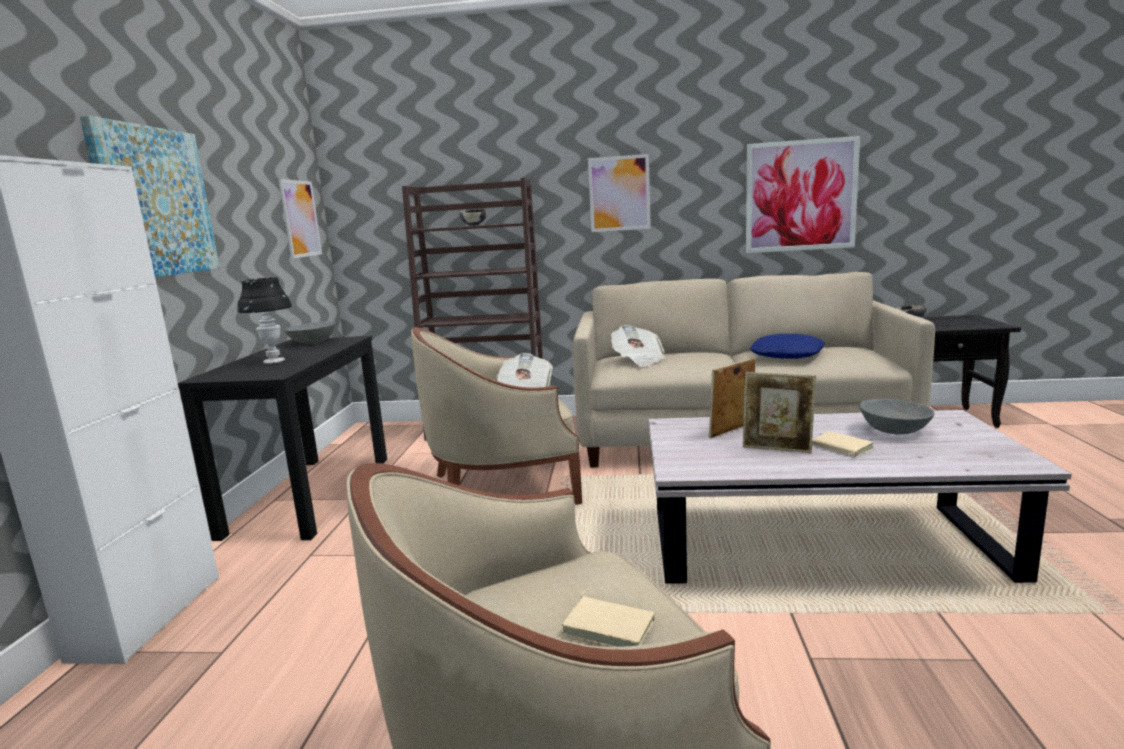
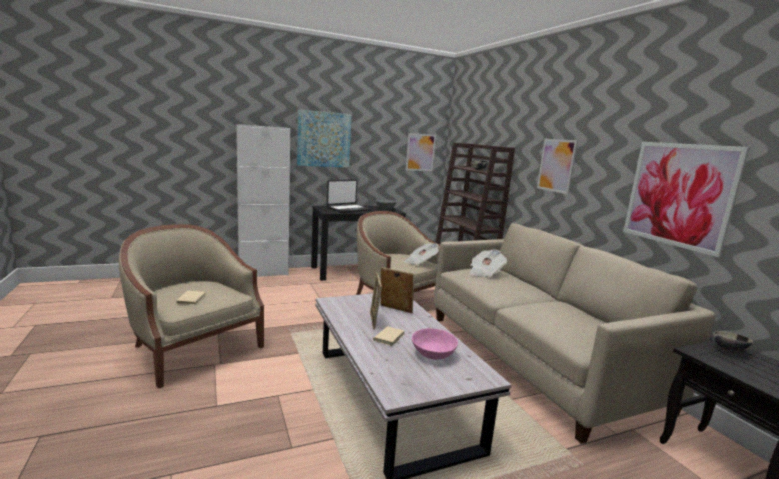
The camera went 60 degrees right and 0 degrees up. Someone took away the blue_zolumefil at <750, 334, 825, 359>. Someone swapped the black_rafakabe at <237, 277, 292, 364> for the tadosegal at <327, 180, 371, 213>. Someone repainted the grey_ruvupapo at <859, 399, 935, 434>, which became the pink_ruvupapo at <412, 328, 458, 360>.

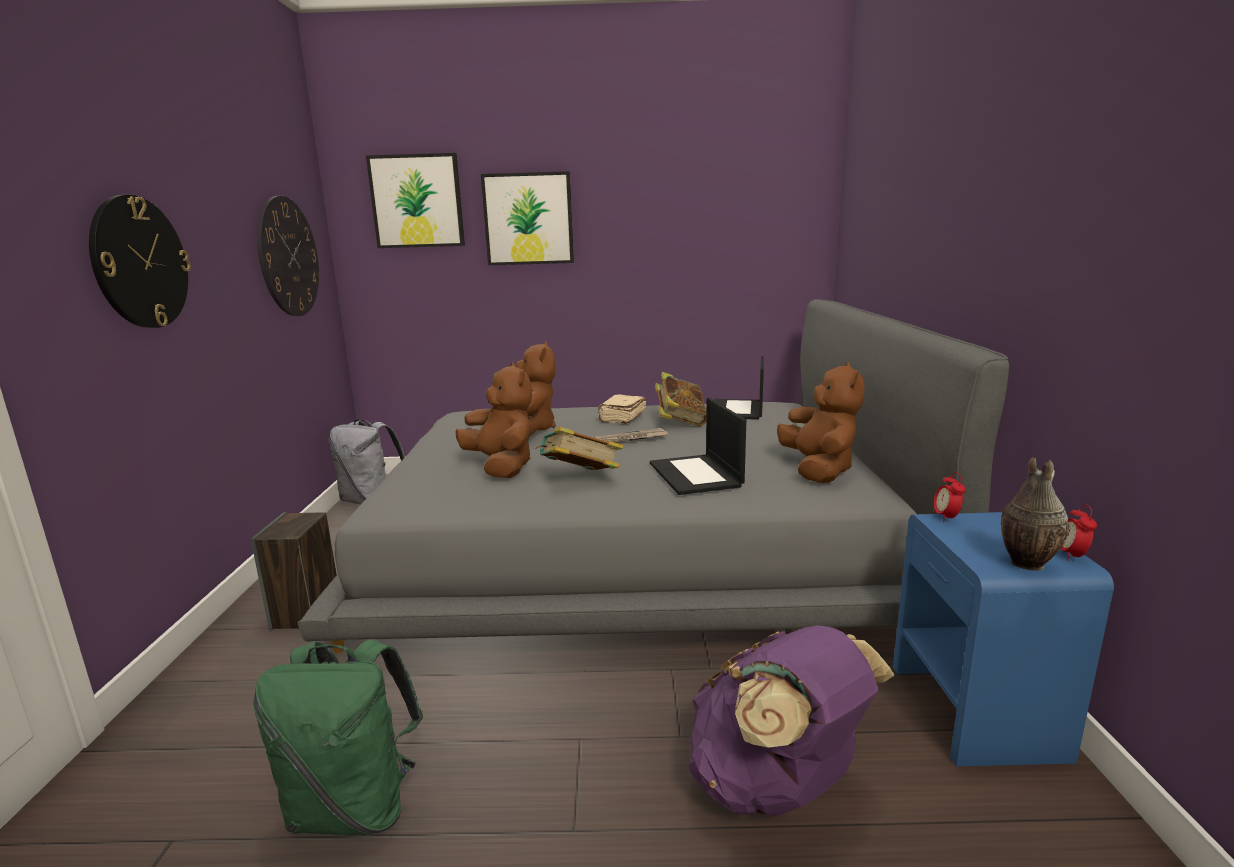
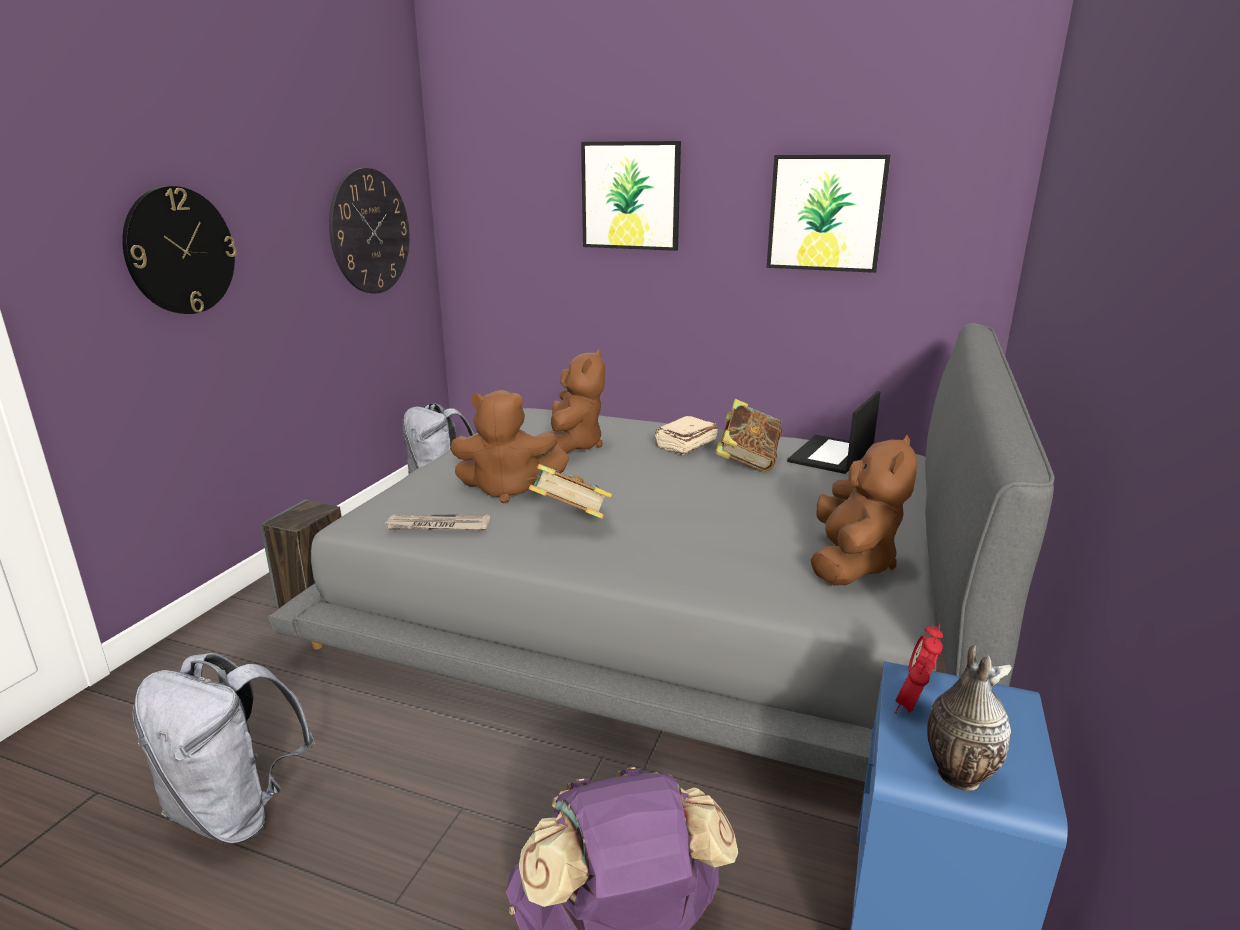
The camera went 20 degrees right and 5 degrees up. Someone took away the tadosegal at <650, 398, 746, 495>. Someone carried the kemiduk from <366, 153, 465, 248> to <767, 155, 891, 273>. Someone carried the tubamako from <594, 428, 668, 443> to <384, 514, 490, 530>. Someone carried the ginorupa from <1061, 505, 1097, 561> to <894, 653, 935, 714>. Someone repainted the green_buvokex at <253, 639, 423, 835>, which became the grey_buvokex at <132, 653, 315, 844>. Someone rotated the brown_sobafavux at <455, 362, 532, 478> by 105 degrees clockwise.

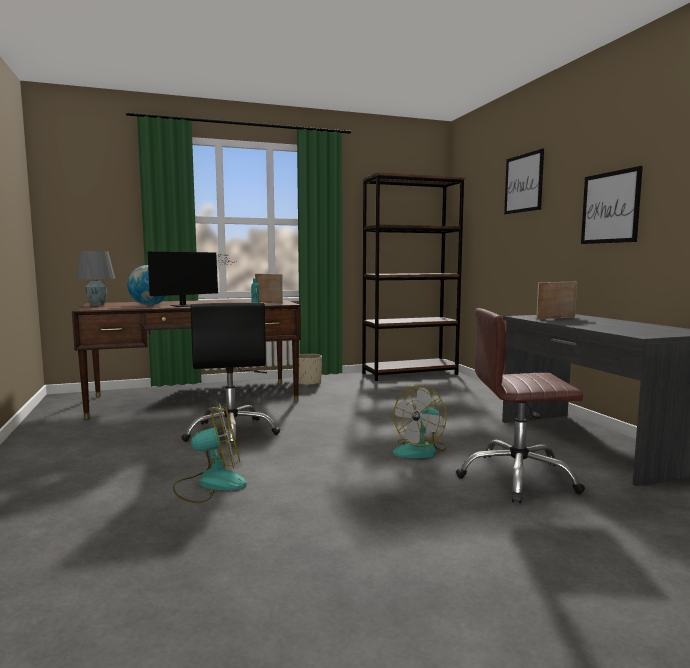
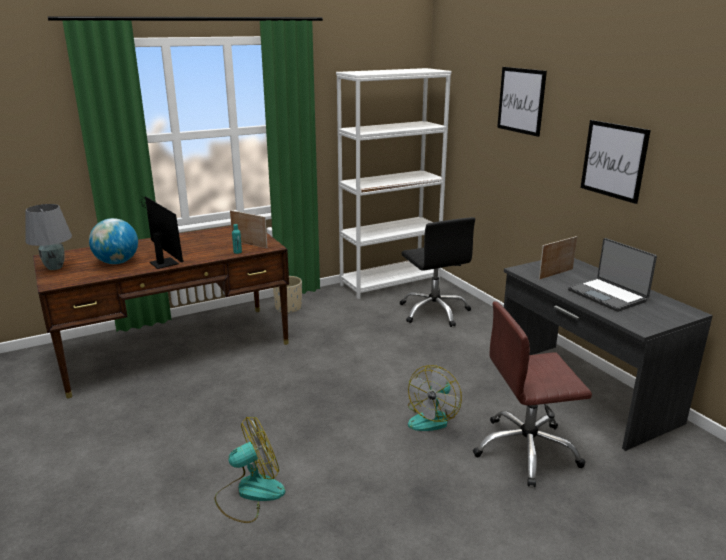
The camera went 10 degrees left and 15 degrees up. Someone put down the tadosegal at <568, 238, 657, 312>. Someone carried the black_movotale from <181, 303, 280, 447> to <400, 217, 475, 327>. Someone repainted the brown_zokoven at <362, 172, 465, 381>, which became the white_zokoven at <336, 68, 452, 299>. Someone rotated the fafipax at <148, 252, 237, 307> by 75 degrees counterclockwise.

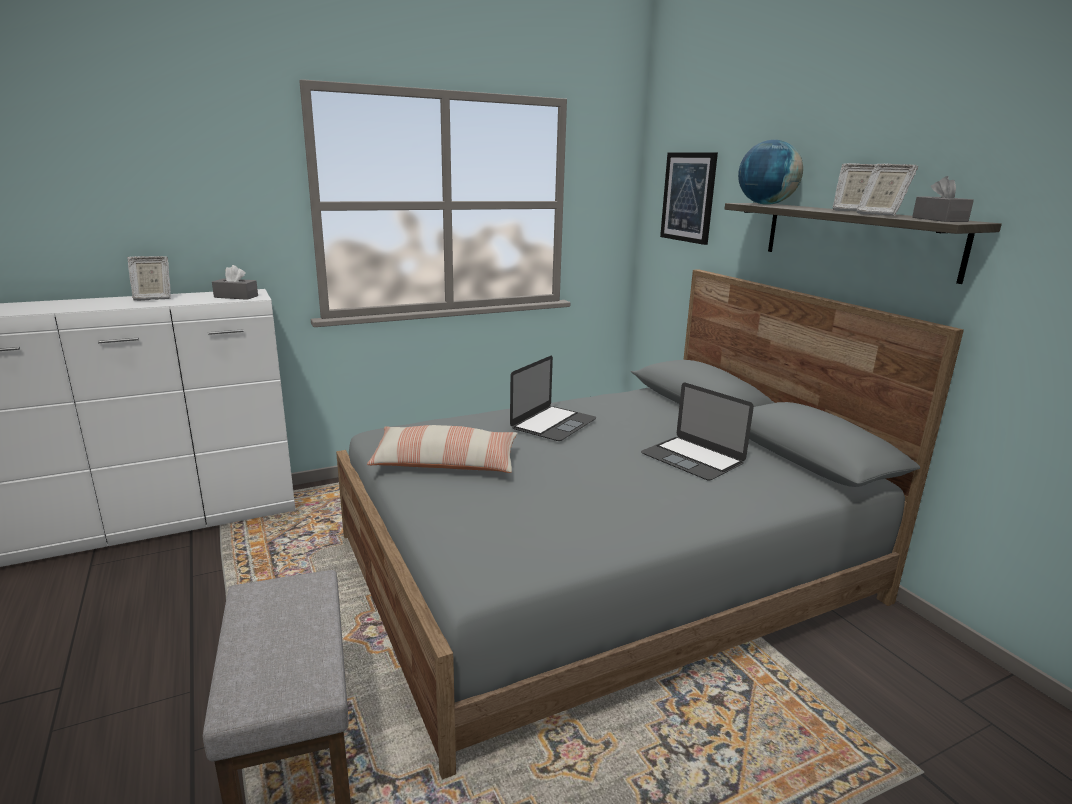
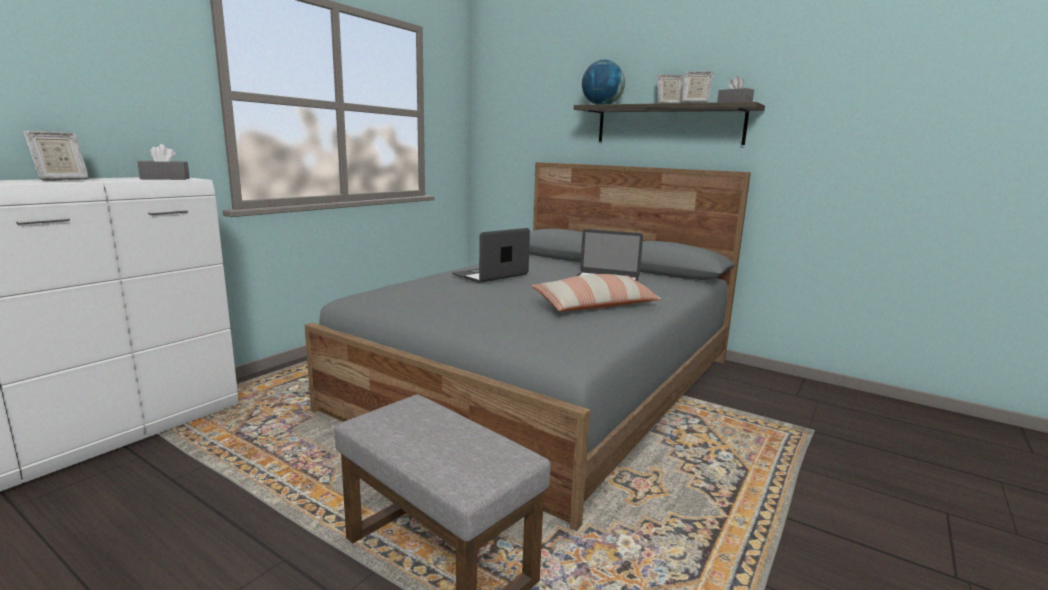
The camera went 30 degrees left and 5 degrees down. Someone took away the kemiduk at <660, 152, 718, 245>. Someone carried the zolumefil from <367, 425, 518, 473> to <531, 274, 661, 311>. Someone rotated the tadosegal at <510, 356, 597, 441> by 135 degrees counterclockwise.

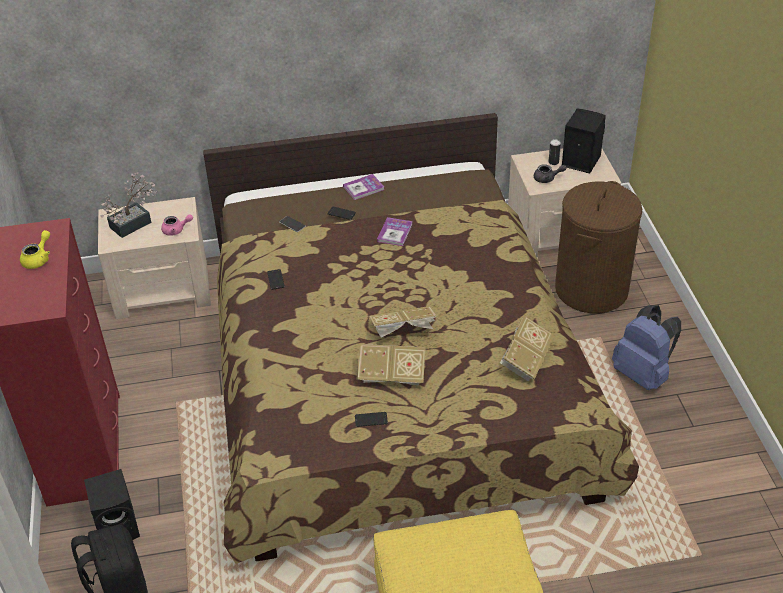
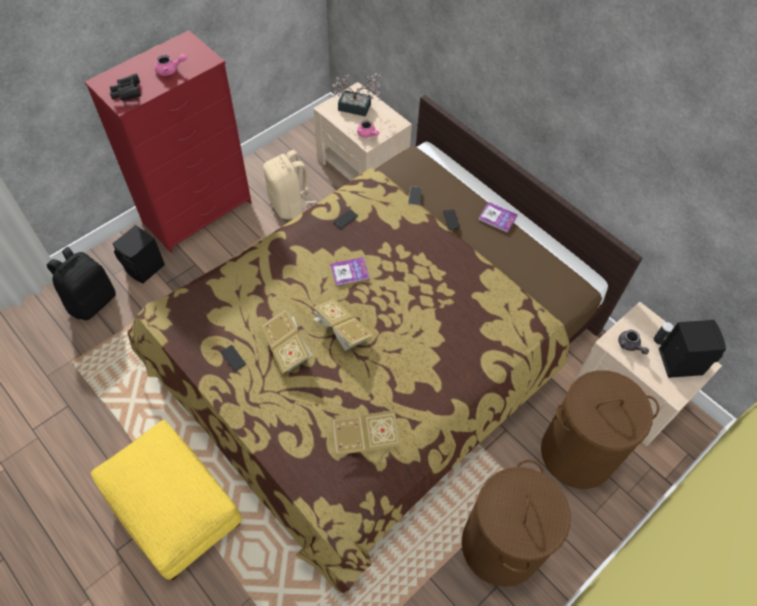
The camera went 55 degrees right and 15 degrees up. Someone put down the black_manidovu at <110, 74, 141, 101>. Someone put down the beige_buvokex at <263, 150, 316, 219>. Someone carried the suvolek from <377, 217, 413, 246> to <330, 257, 370, 286>. Someone swapped the blue_buvokex at <612, 305, 681, 390> for the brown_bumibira at <462, 460, 571, 587>. Someone repainted the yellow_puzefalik at <20, 230, 50, 269>, which became the pink_puzefalik at <155, 54, 187, 76>.

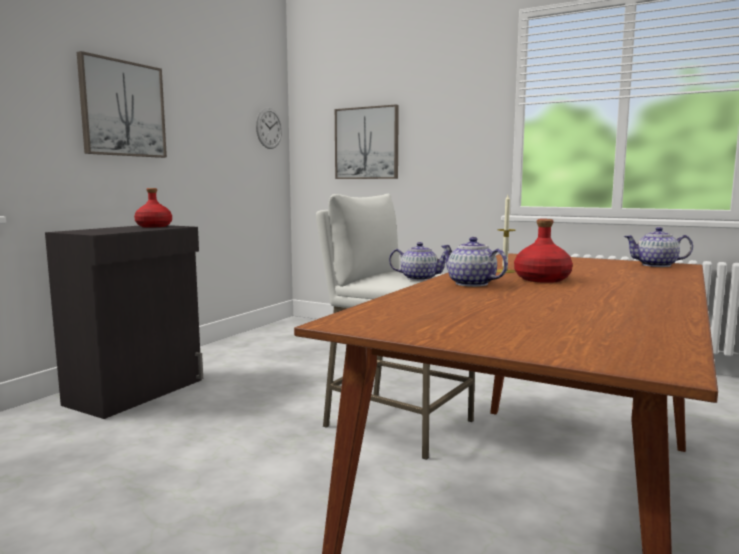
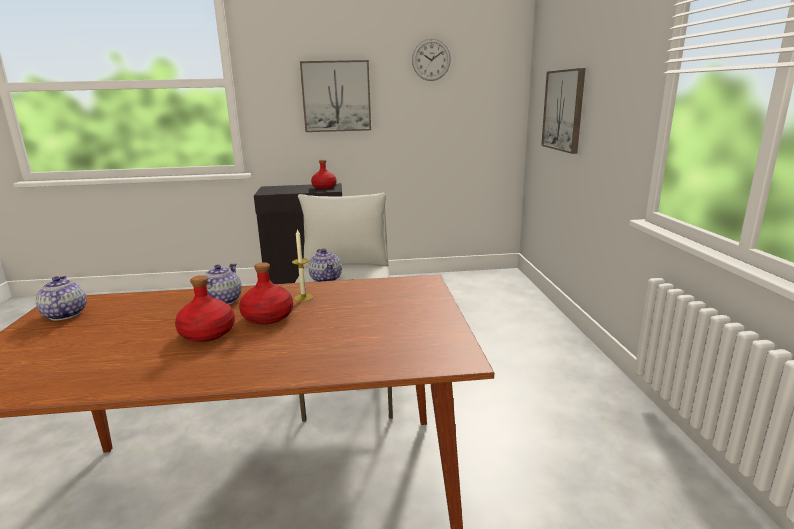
The camera went 55 degrees right and 10 degrees up. Someone put down the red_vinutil at <175, 275, 235, 342>. Someone carried the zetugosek from <256, 108, 282, 149> to <412, 39, 451, 81>. Someone carried the puzefalik from <624, 227, 693, 267> to <36, 276, 86, 320>.

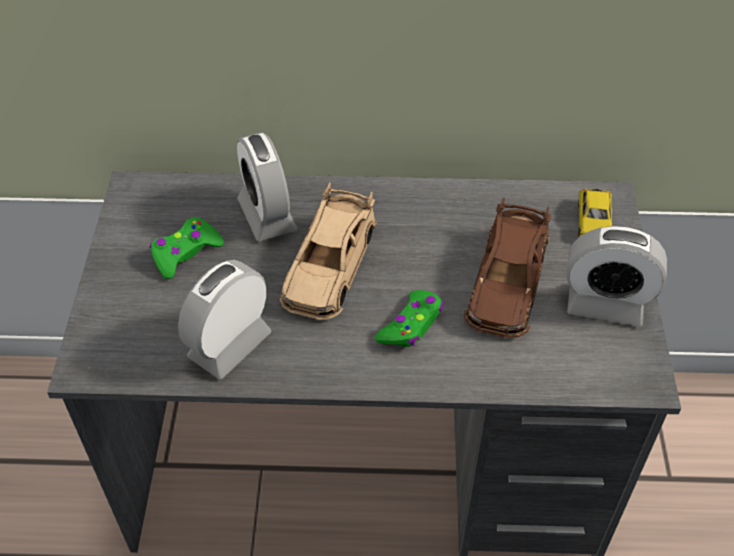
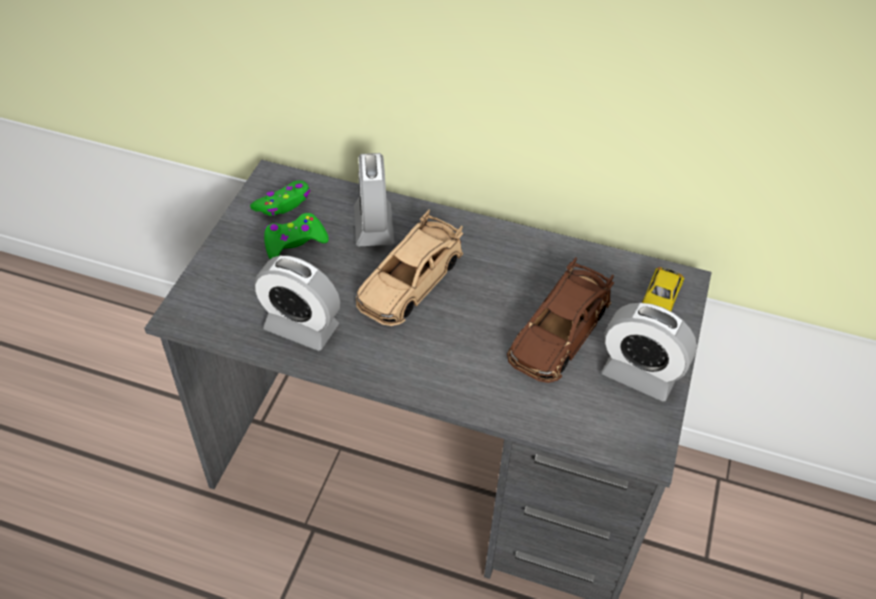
The camera went 15 degrees right and 0 degrees up. Someone carried the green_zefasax from <375, 290, 444, 347> to <250, 180, 310, 216>. Someone rotated the ginorupa at <178, 260, 271, 379> by 120 degrees counterclockwise.

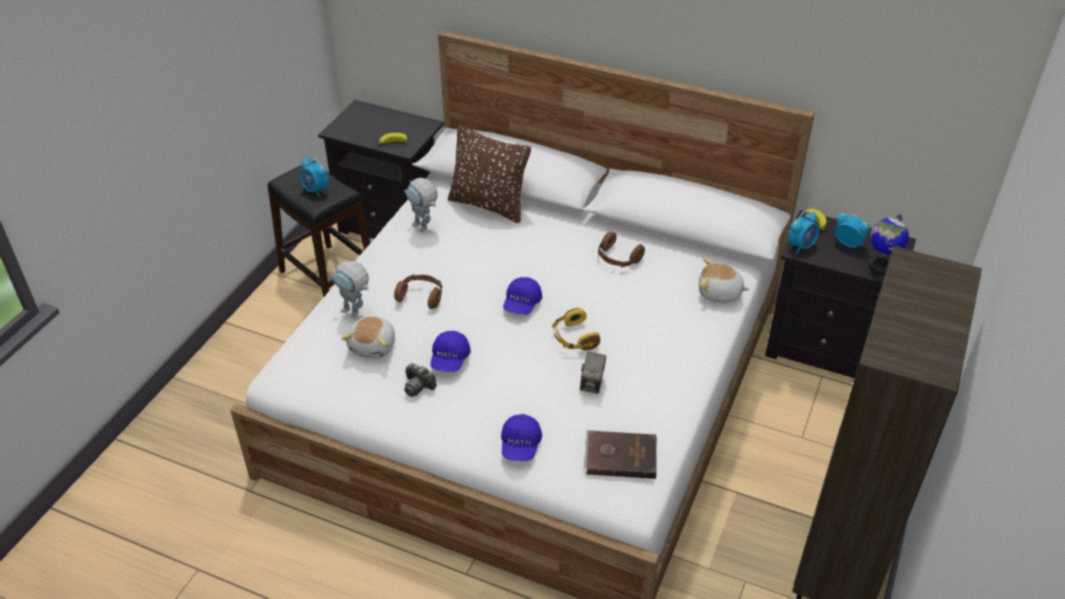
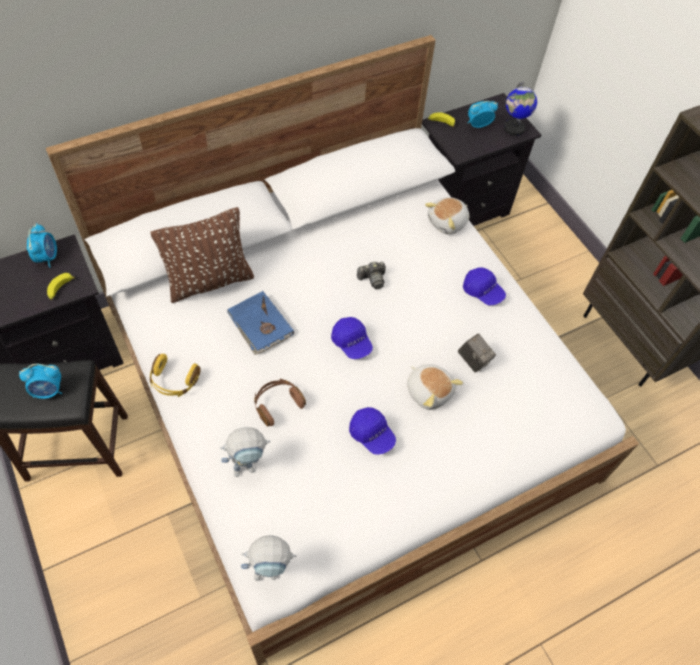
The camera went 55 degrees left and 15 degrees up. Someone took away the brown_suvolek at <584, 430, 657, 479>. Someone took away the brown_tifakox at <598, 232, 645, 267>. Someone put down the blue_suvolek at <227, 291, 294, 355>. Someone carried the sobafavux from <341, 316, 395, 358> to <407, 364, 463, 410>. Someone carried the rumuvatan from <404, 178, 438, 232> to <241, 535, 296, 581>. Someone carried the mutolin from <404, 363, 437, 397> to <357, 262, 386, 289>. Someone carried the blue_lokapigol from <501, 414, 542, 461> to <463, 267, 506, 305>. Someone carried the yellow_tifakox from <552, 308, 600, 351> to <150, 354, 200, 397>. Someone carried the ginorupa from <788, 211, 819, 254> to <27, 223, 57, 268>.

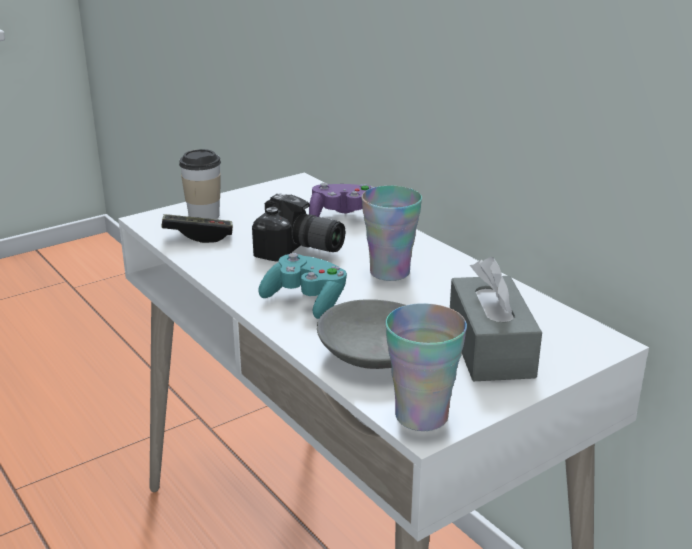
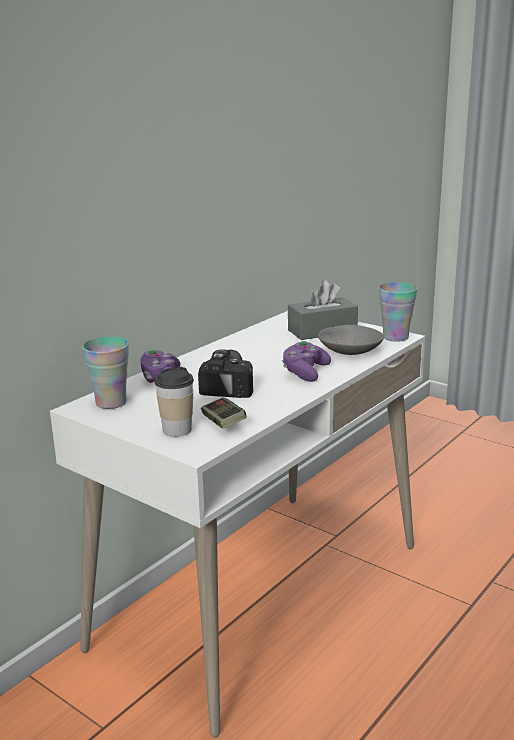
The camera went 105 degrees left and 5 degrees down. Someone carried the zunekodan from <362, 186, 422, 281> to <82, 337, 129, 409>. Someone repainted the turquoise_zefasax at <258, 253, 347, 319>, which became the purple_zefasax at <282, 341, 331, 382>.

